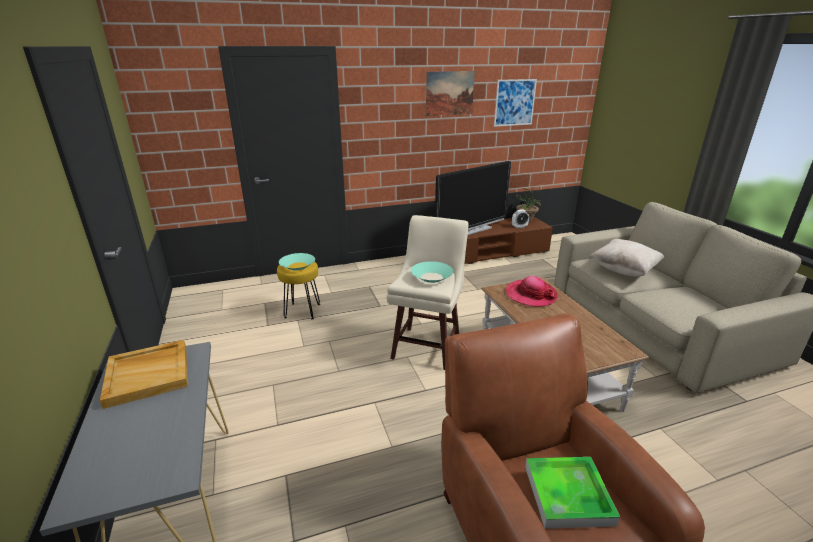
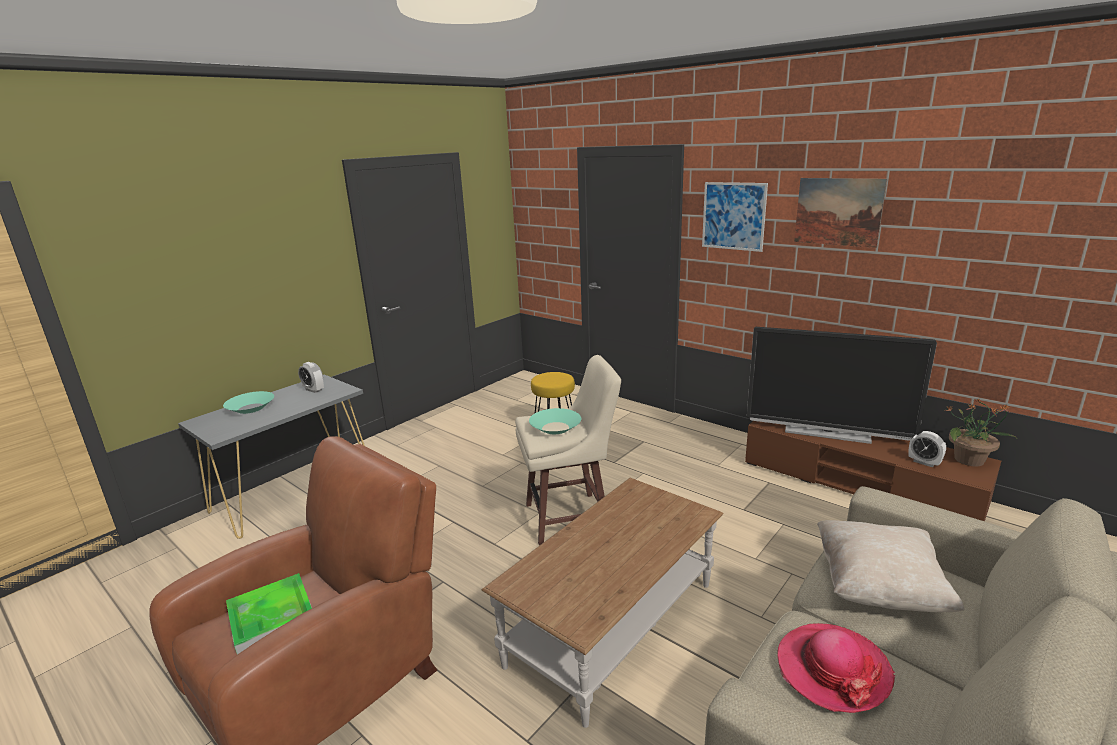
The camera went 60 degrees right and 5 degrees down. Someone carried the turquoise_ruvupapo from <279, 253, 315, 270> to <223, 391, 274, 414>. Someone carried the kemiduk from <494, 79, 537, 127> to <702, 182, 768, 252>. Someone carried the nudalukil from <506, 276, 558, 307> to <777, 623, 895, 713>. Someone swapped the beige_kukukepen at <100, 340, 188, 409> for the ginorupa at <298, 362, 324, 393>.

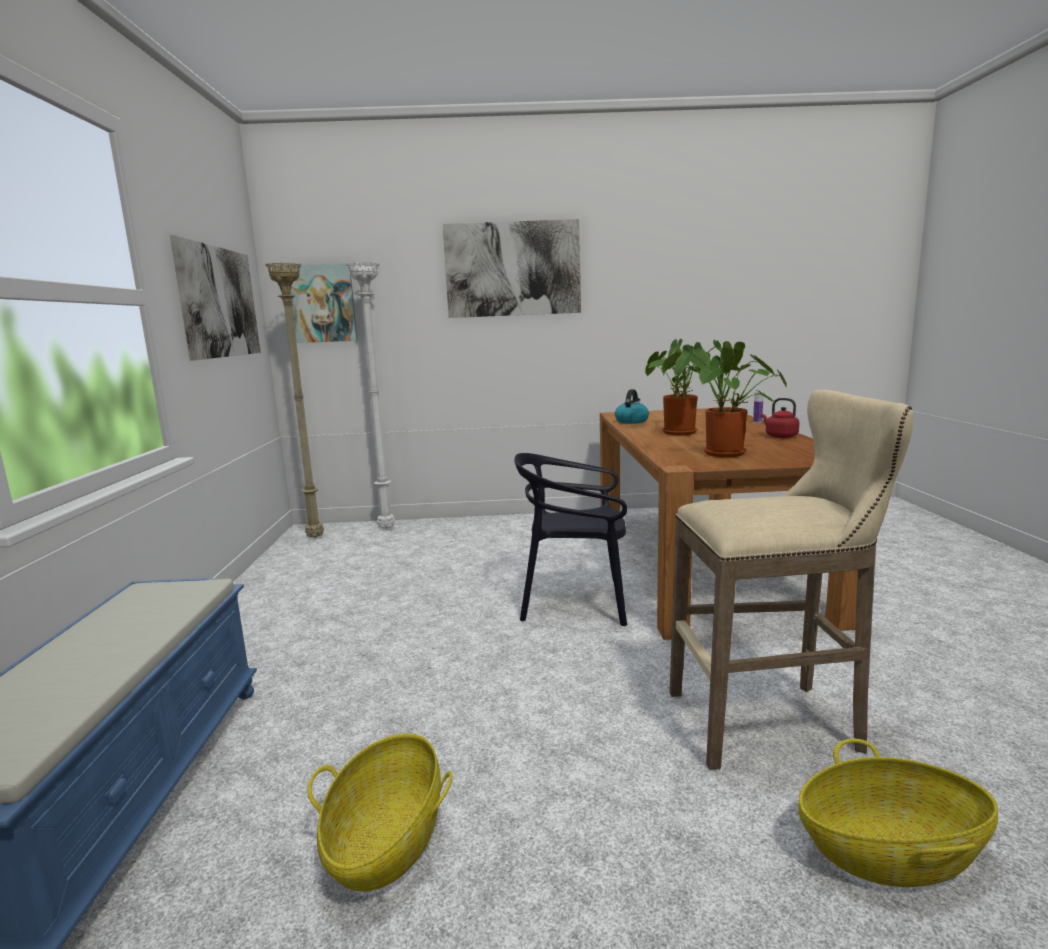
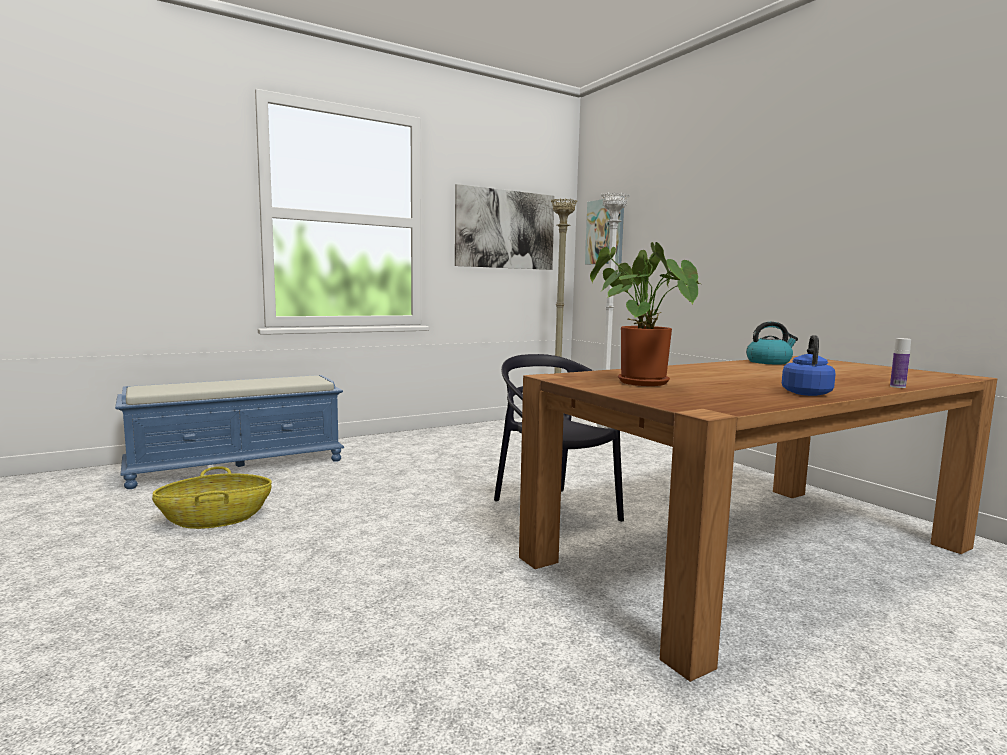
The camera went 60 degrees right and 5 degrees down. Someone took away the kemiduk at <443, 219, 581, 318>. Someone took away the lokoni at <645, 339, 722, 436>. Someone took away the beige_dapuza at <669, 389, 913, 770>. Someone took away the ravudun at <798, 739, 998, 887>. Someone repainted the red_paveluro at <761, 398, 799, 438>, which became the blue_paveluro at <782, 335, 836, 396>.

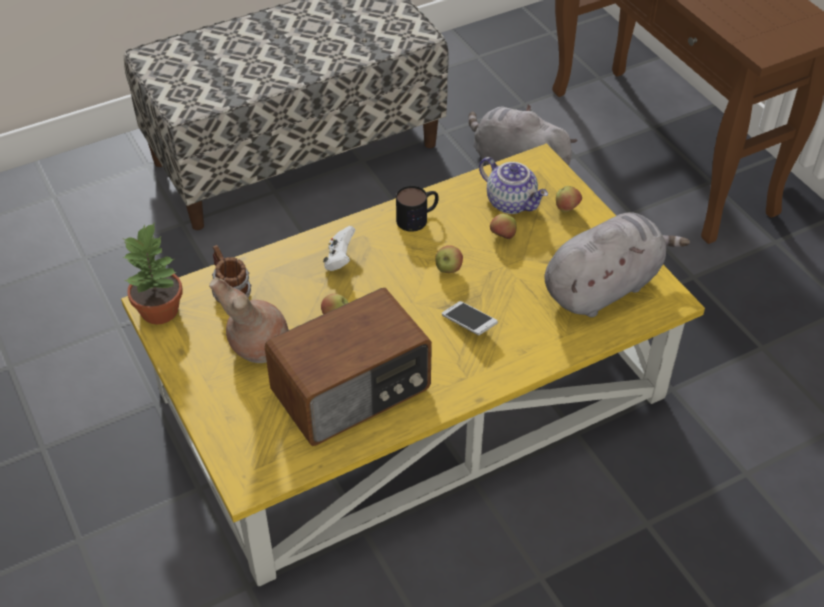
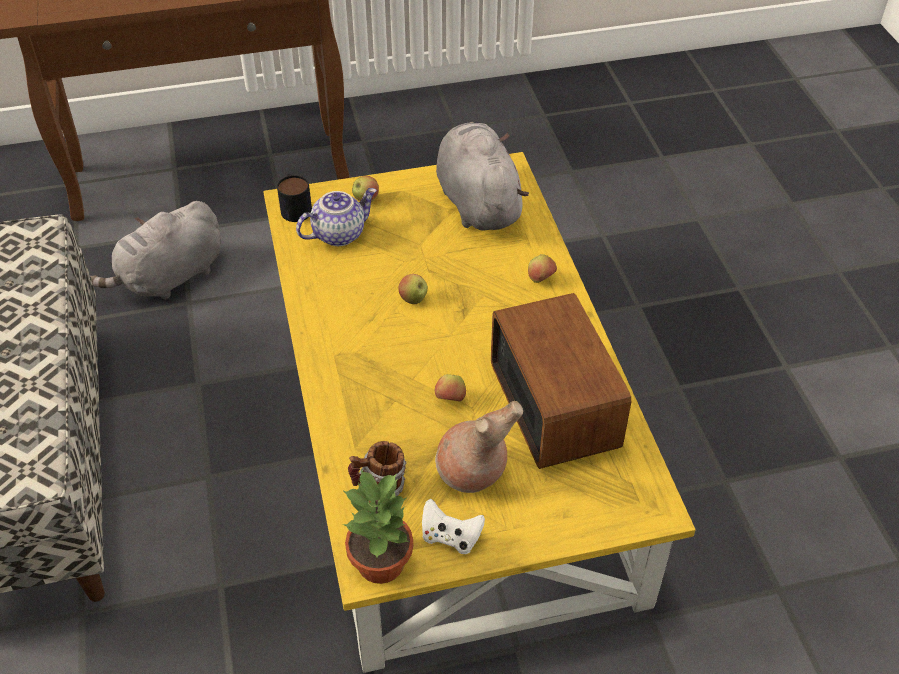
The camera went 75 degrees left and 0 degrees up. Someone took away the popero at <442, 301, 498, 335>. Someone carried the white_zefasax from <323, 226, 356, 271> to <422, 498, 485, 554>. Someone carried the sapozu from <396, 186, 439, 232> to <277, 174, 312, 222>. Someone carried the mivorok from <490, 214, 517, 239> to <528, 254, 557, 283>.

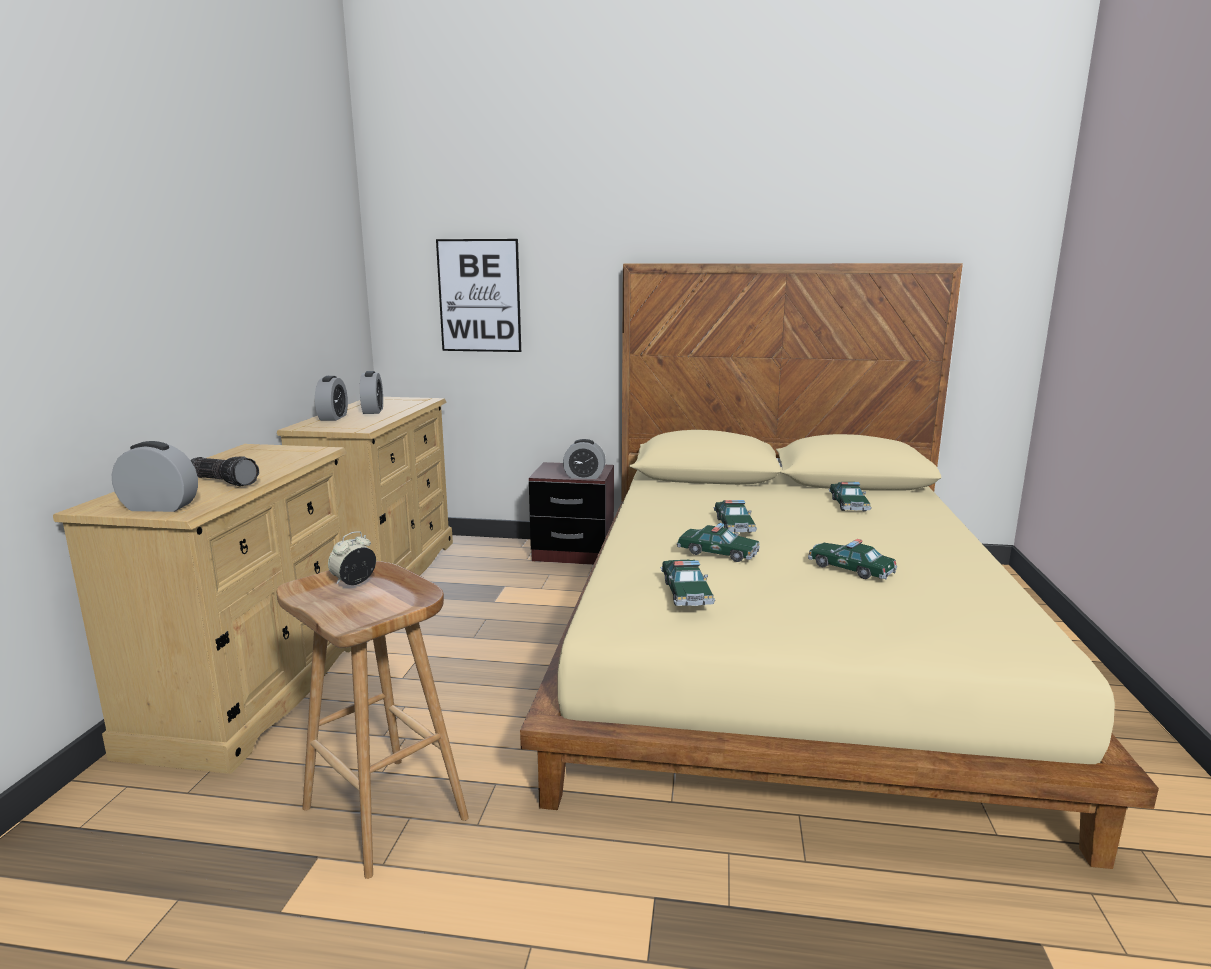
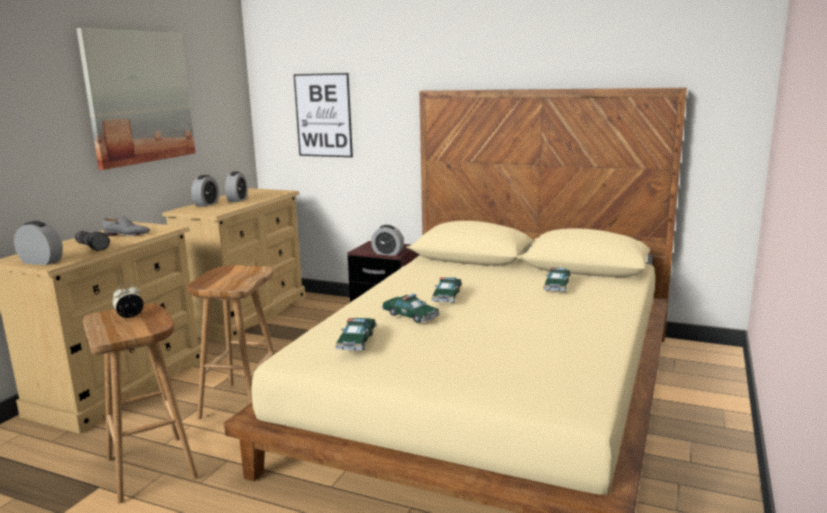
The camera went 15 degrees right and 0 degrees up. Someone took away the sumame at <808, 539, 897, 579>. Someone put up the kemiduk at <76, 28, 195, 170>. Someone put down the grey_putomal at <103, 216, 150, 236>. Someone put down the brown_dapuza at <187, 265, 275, 419>.

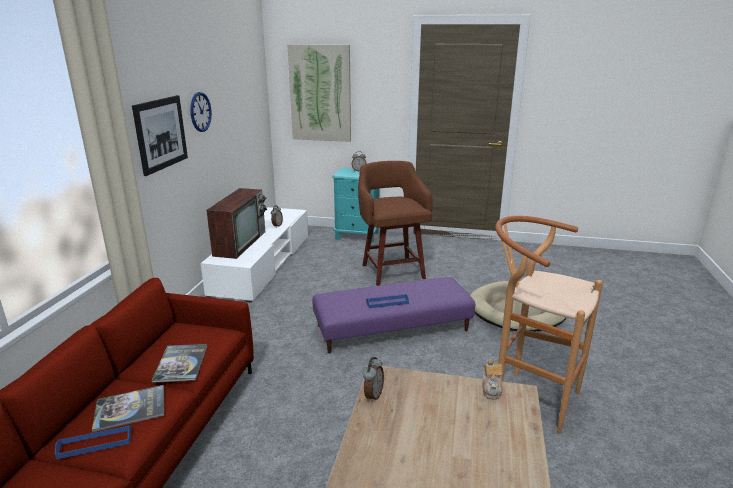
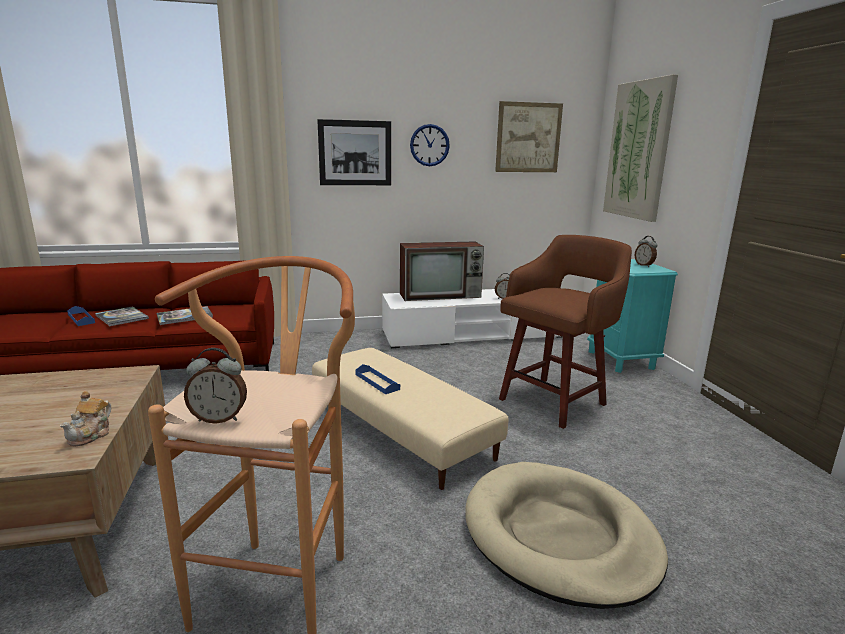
The camera went 65 degrees right and 5 degrees down. Someone put up the kemiduk at <495, 101, 563, 172>. Someone carried the ginorupa from <363, 357, 384, 402> to <184, 348, 247, 424>. Someone repainted the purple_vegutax at <312, 277, 475, 353>, which became the beige_vegutax at <312, 348, 508, 490>. Someone rotated the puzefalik at <482, 359, 503, 399> by 60 degrees counterclockwise.

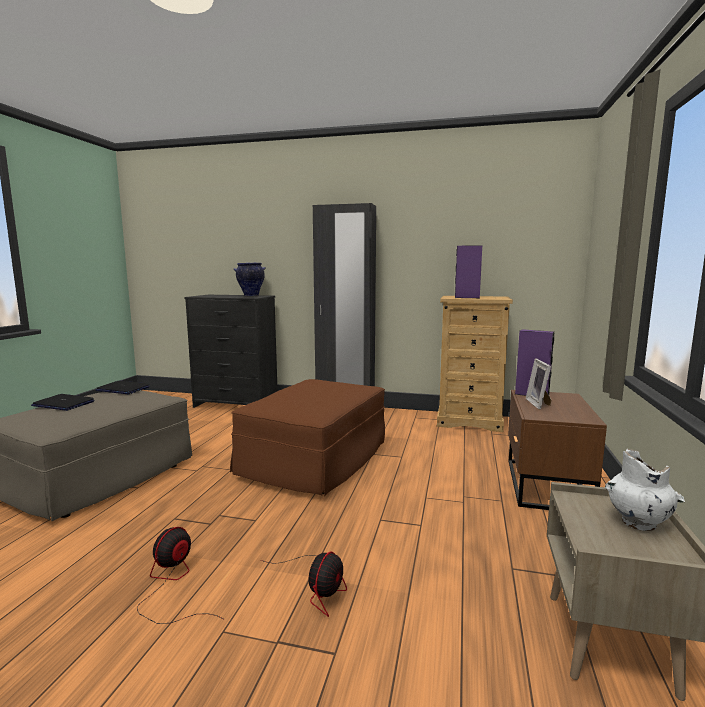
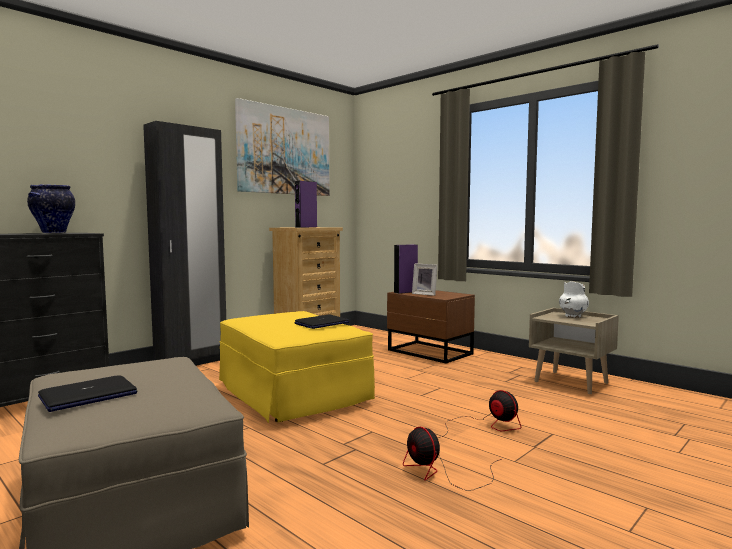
The camera went 60 degrees left and 5 degrees down. Someone put up the kemiduk at <235, 98, 330, 196>. Someone carried the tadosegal from <96, 381, 150, 394> to <294, 314, 349, 329>. Someone repainted the brown_vegutax at <230, 379, 385, 496>, which became the yellow_vegutax at <219, 311, 375, 423>.

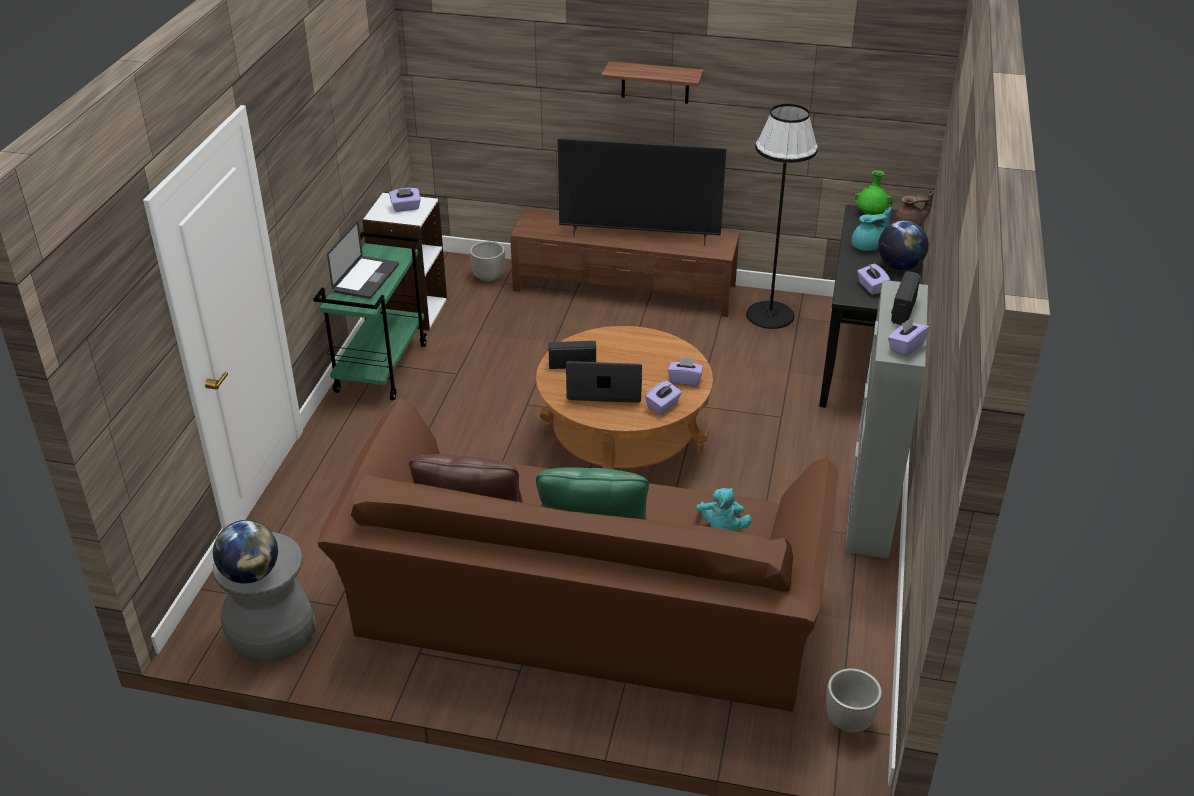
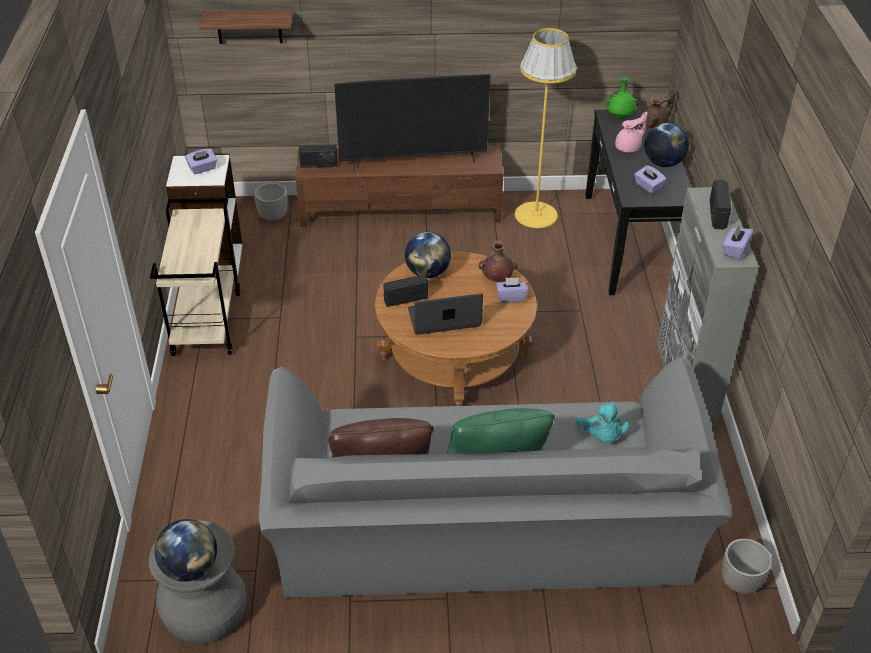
The camera went 15 degrees left and 5 degrees up. Someone took away the tadosegal at <327, 221, 399, 299>. Someone took away the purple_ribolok at <645, 380, 682, 415>. Someone put down the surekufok at <299, 145, 338, 168>. Someone put down the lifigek at <405, 232, 451, 278>. Someone put down the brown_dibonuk at <479, 241, 517, 282>. Someone carried the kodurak from <602, 61, 704, 104> to <199, 11, 293, 44>. Someone repainted the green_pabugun at <313, 232, 427, 400>, which became the beige_pabugun at <150, 198, 240, 356>. Someone repainted the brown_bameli at <318, 399, 838, 712>, which became the grey_bameli at <259, 357, 731, 598>. Someone repainted the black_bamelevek at <746, 104, 818, 329>, which became the yellow_bamelevek at <515, 28, 577, 228>. Someone repainted the turquoise_puzefalik at <852, 207, 891, 251>, which became the pink_puzefalik at <615, 111, 647, 153>.

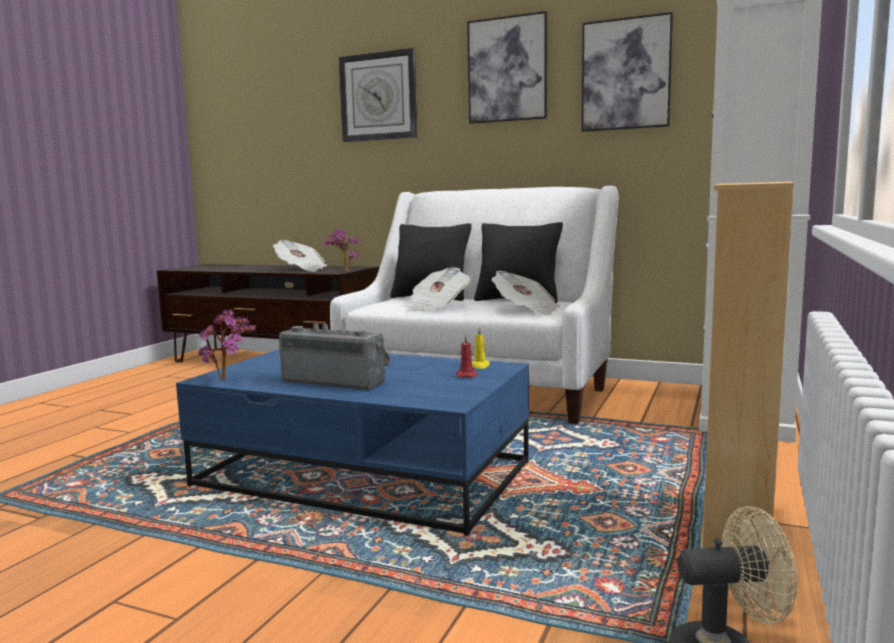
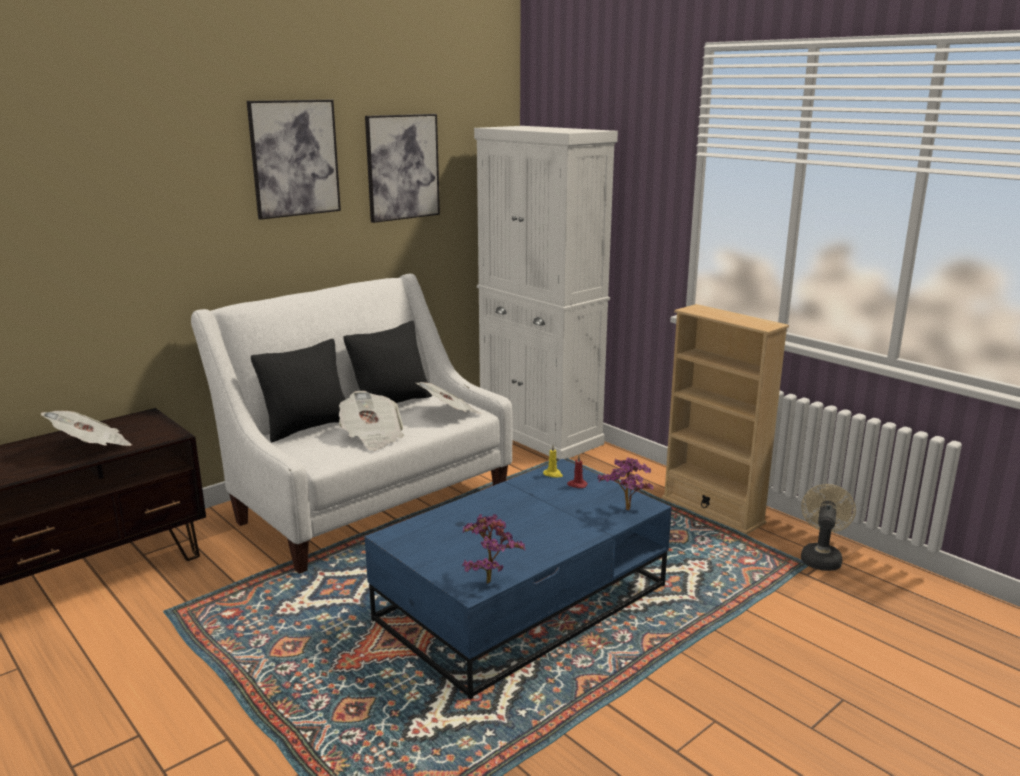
The camera went 65 degrees left and 10 degrees up. Someone took away the surekufok at <279, 323, 391, 390>. Someone took away the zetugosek at <339, 48, 418, 142>. Someone carried the lokoni from <323, 229, 358, 271> to <597, 457, 653, 510>.

